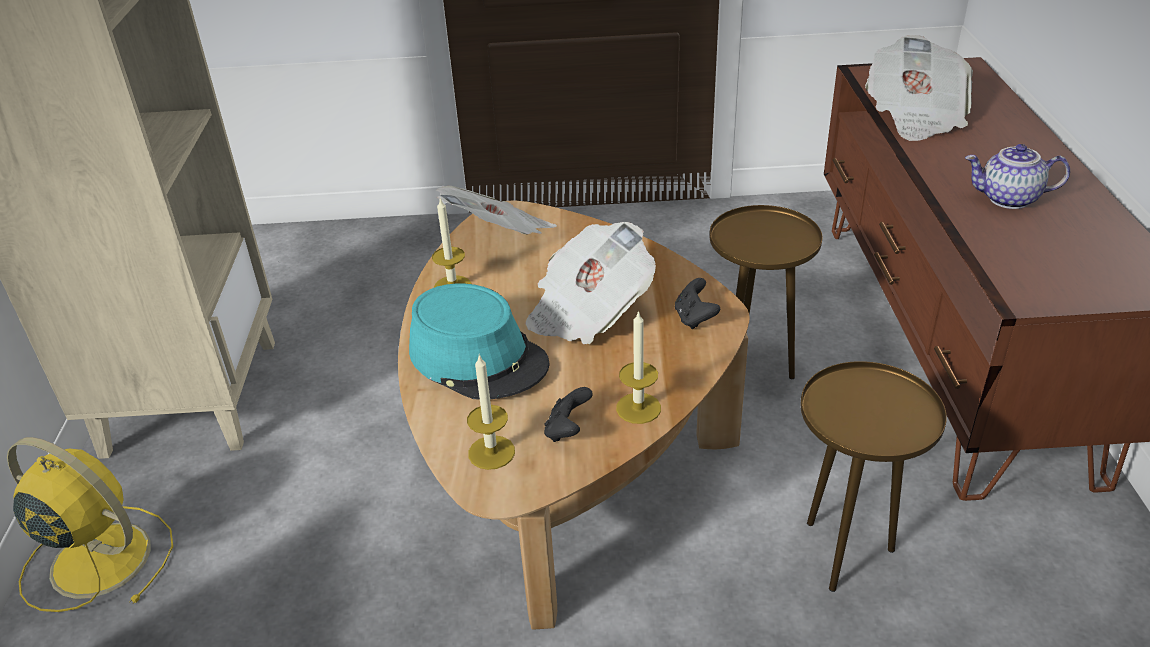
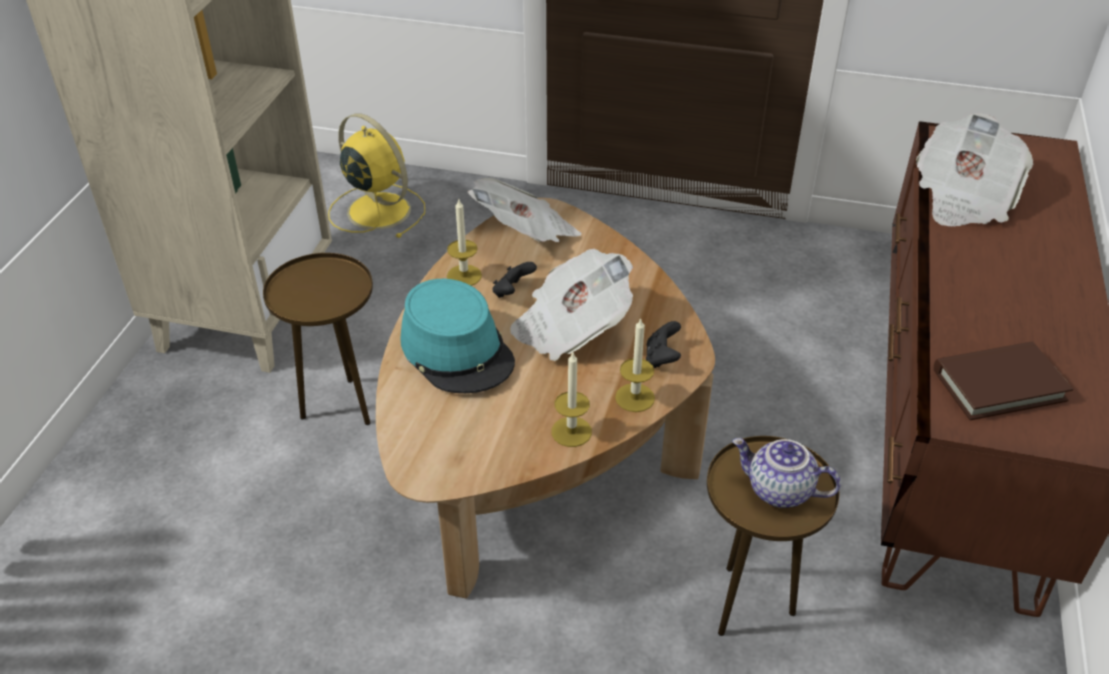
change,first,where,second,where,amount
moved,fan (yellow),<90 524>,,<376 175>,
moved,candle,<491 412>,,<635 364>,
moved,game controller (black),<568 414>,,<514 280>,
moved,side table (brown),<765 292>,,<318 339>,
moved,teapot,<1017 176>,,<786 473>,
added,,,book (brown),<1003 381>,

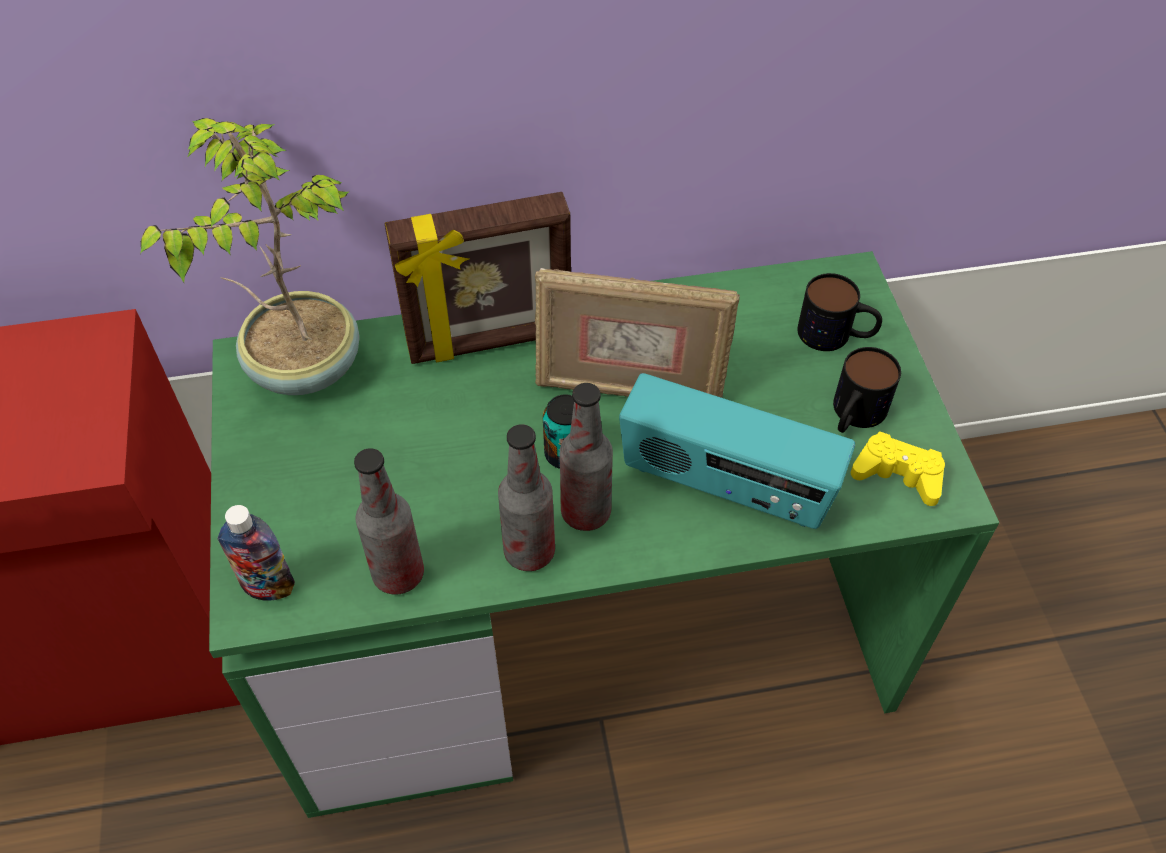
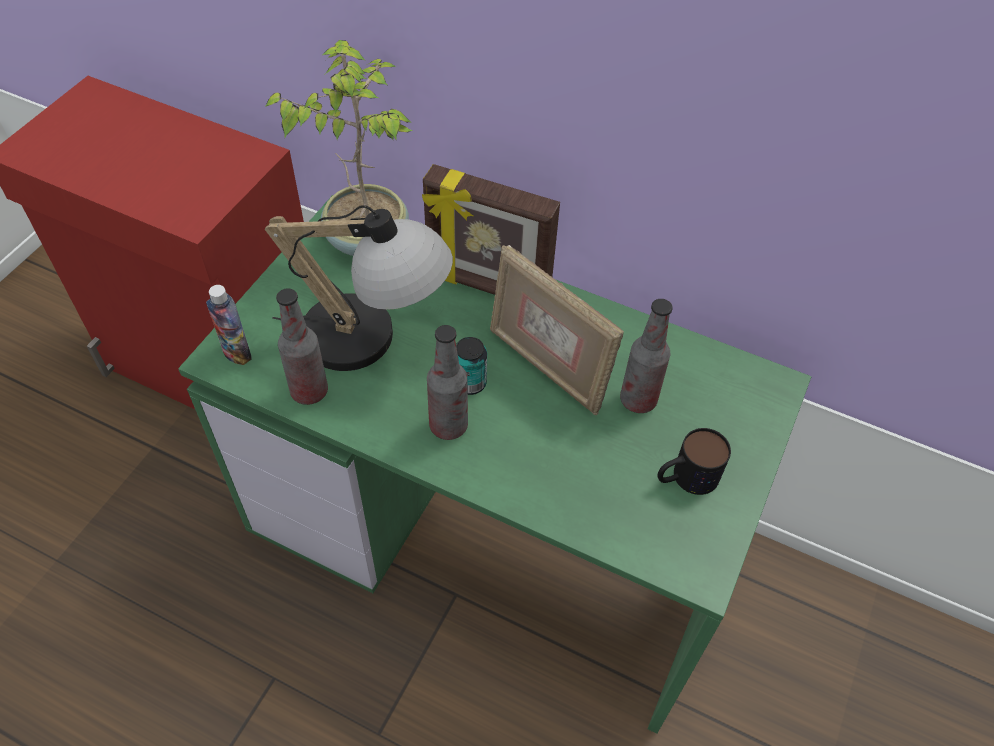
change,first,where,second,where,amount
moved,bottle,<526 497>,,<646 356>,
removed,radio,<737 451>,,,
removed,mug,<839 312>,,,
removed,game controller (yellow),<898 469>,,,
added,,,table lamp,<359 288>,

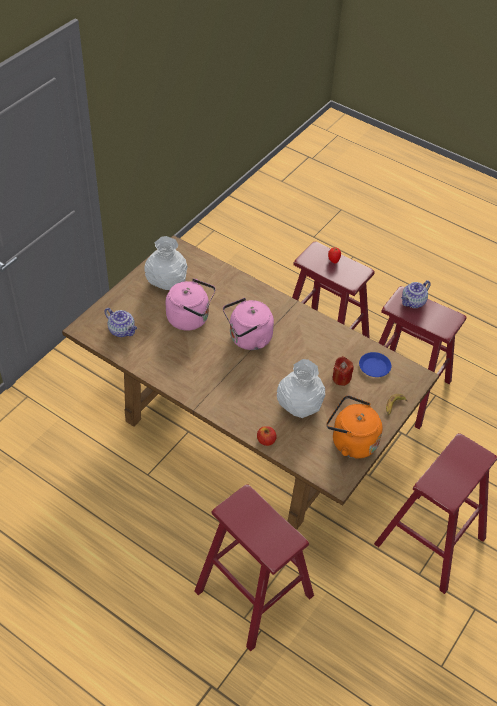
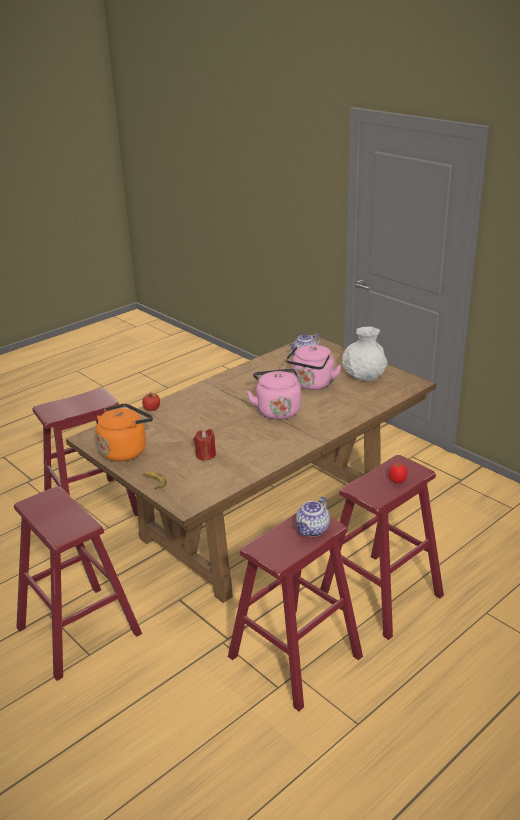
change,first,where,second,where,amount
removed,vase (white),<301 388>,,,
removed,plate (blue),<375 364>,,,
turned,teapot,<416 294>,,<313 516>,120 degrees counterclockwise

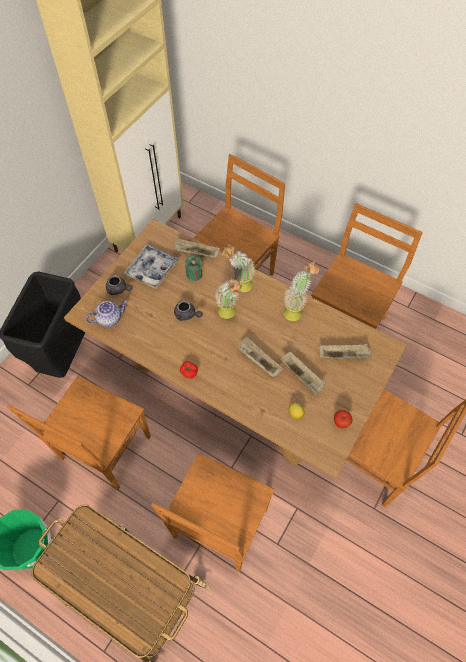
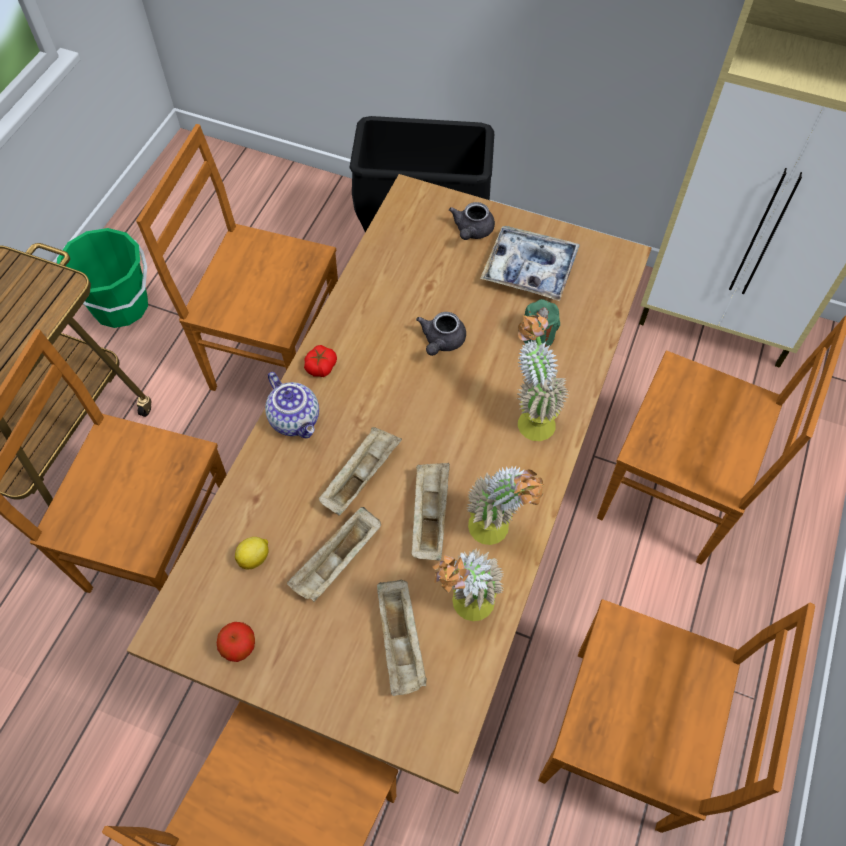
change,first,where,second,where,amount
moved,teapot,<106 314>,,<292 405>,
moved,tray (beige),<197 248>,,<431 512>,
moved,potted plant,<228 299>,,<467 585>,

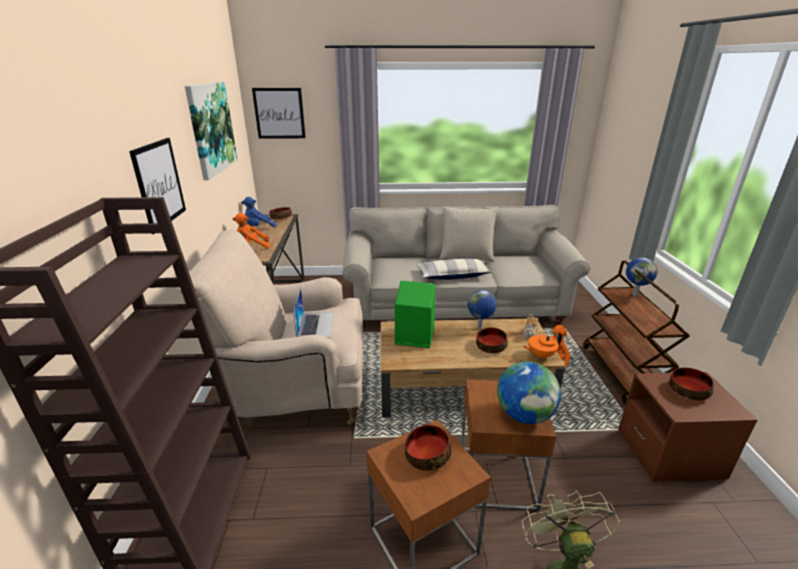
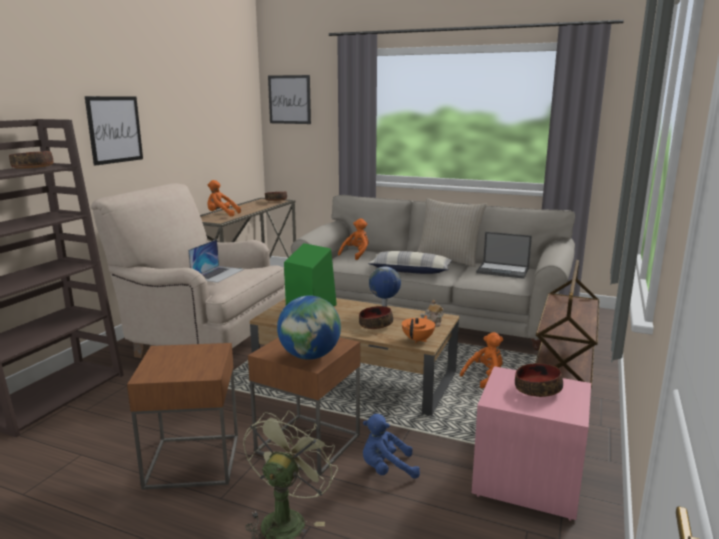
change,first,where,second,where,amount
removed,picture,<211 131>,,,
moved,plush toy (blue),<258 212>,,<391 446>,
moved,bowl,<428 448>,,<31 160>,
turned,teapot (orange),<542 345>,,<418 329>,105 degrees clockwise
recoloured,nightstand (brown),<688 427>,nightstand (pink),<531 443>,
removed,globe,<642 277>,,,
added,,,plush toy (orange),<353 239>,
added,,,laptop,<504 255>,

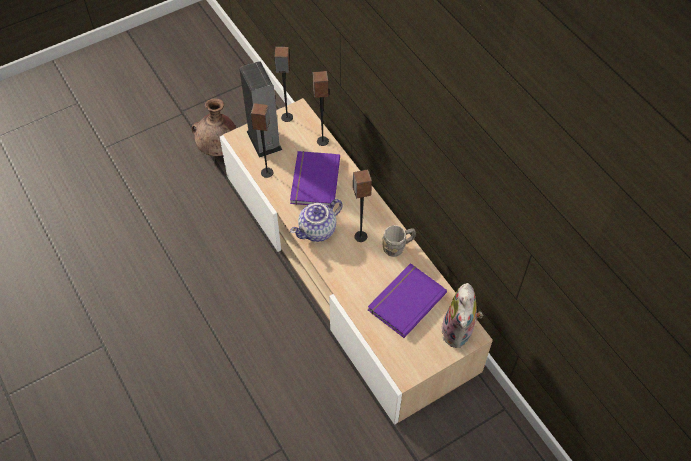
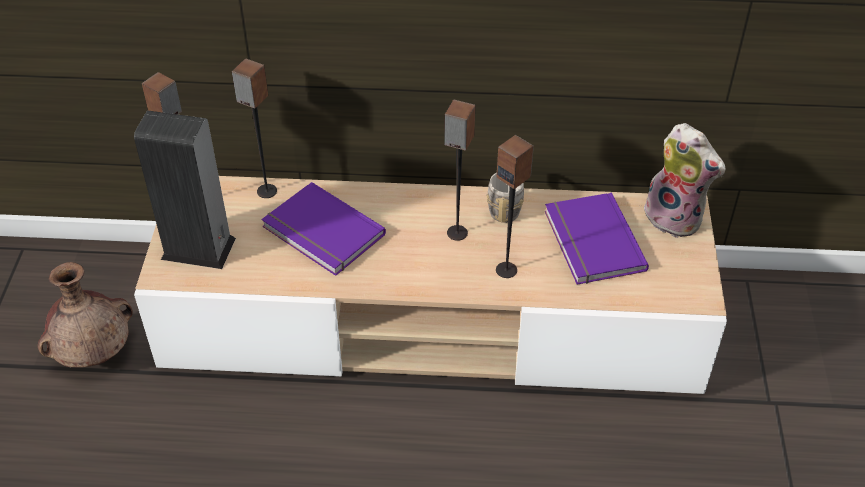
change,first,where,second,where,amount
moved,speaker,<262 140>,,<515 206>,
removed,teapot,<316 220>,,,

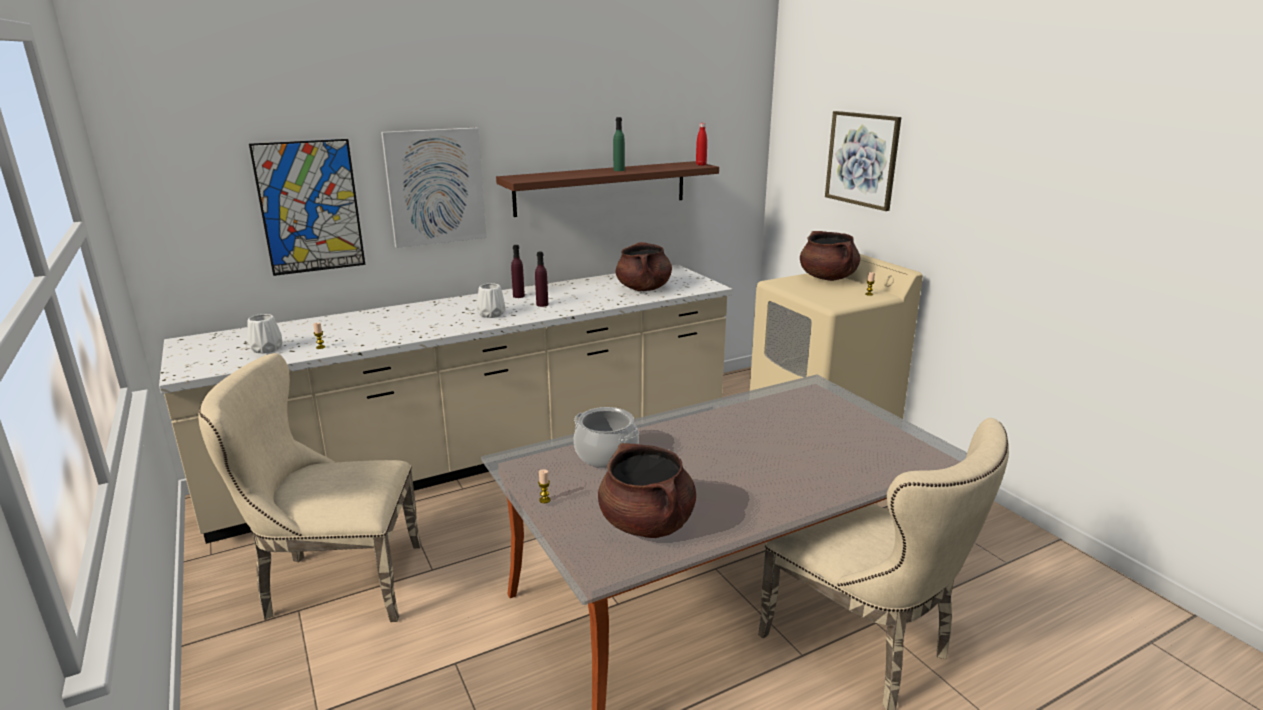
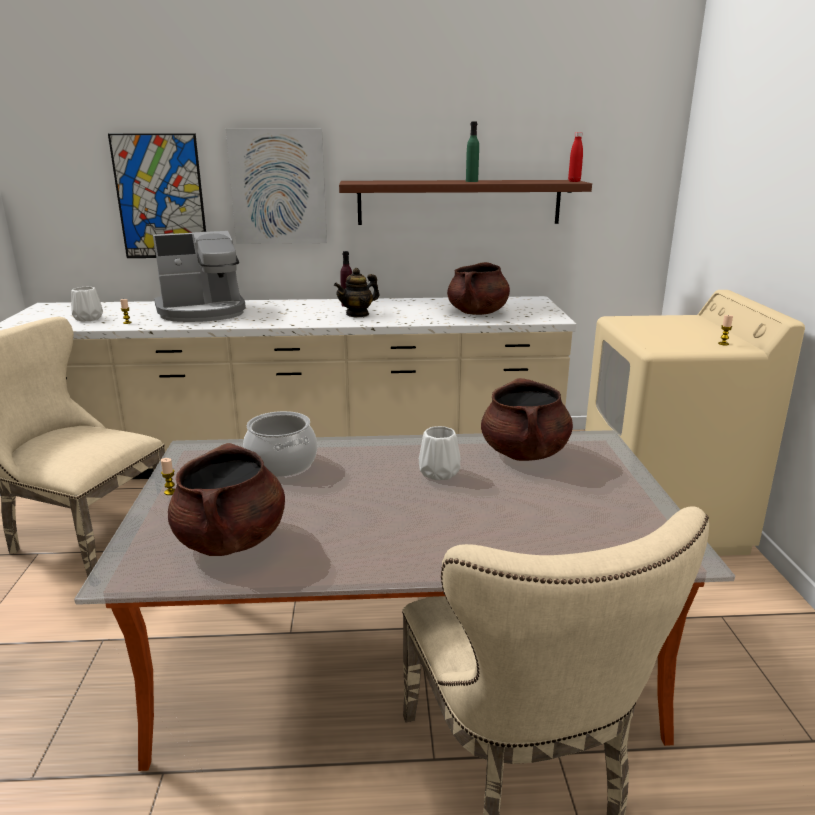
change,first,where,second,where,amount
moved,vase (white),<491 300>,,<439 453>,
replaced,bottle (purple),<541 279>,teapot,<356 293>,
moved,cooking pot (brown),<830 256>,,<527 419>,
removed,picture,<863 161>,,,
added,,,coffee machine,<199 276>,

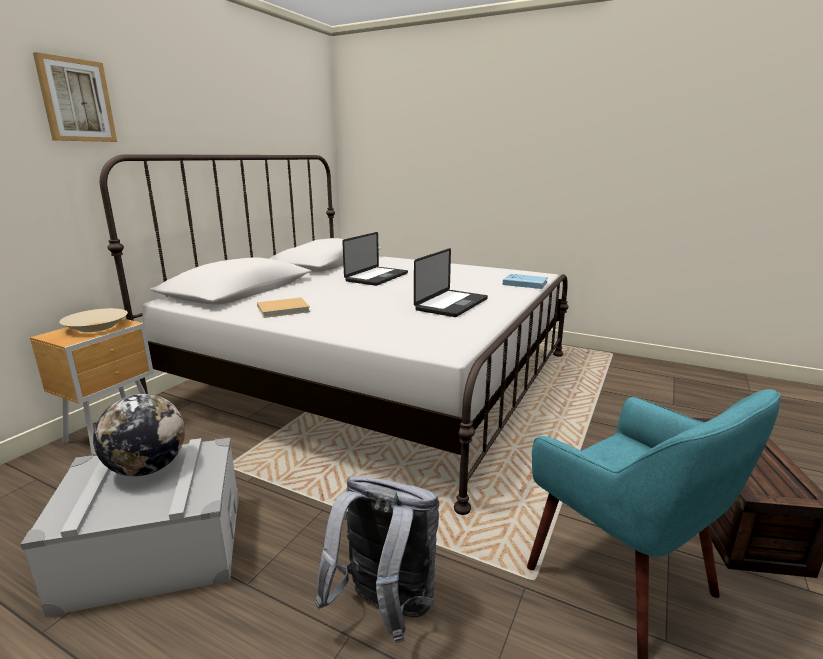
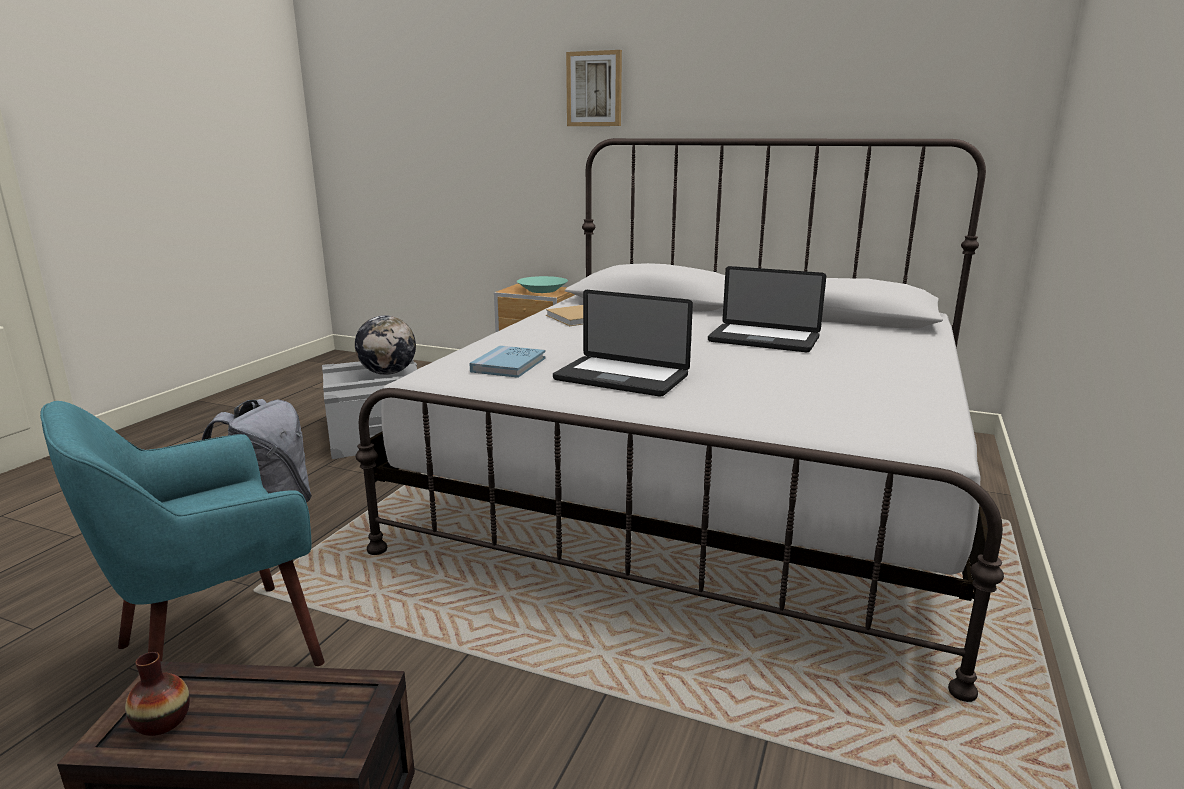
change,first,where,second,where,amount
recoloured,bowl (beige),<93 320>,bowl (turquoise),<542 284>,
moved,book (blue),<525 281>,,<507 361>,
added,,,vase,<157 694>,

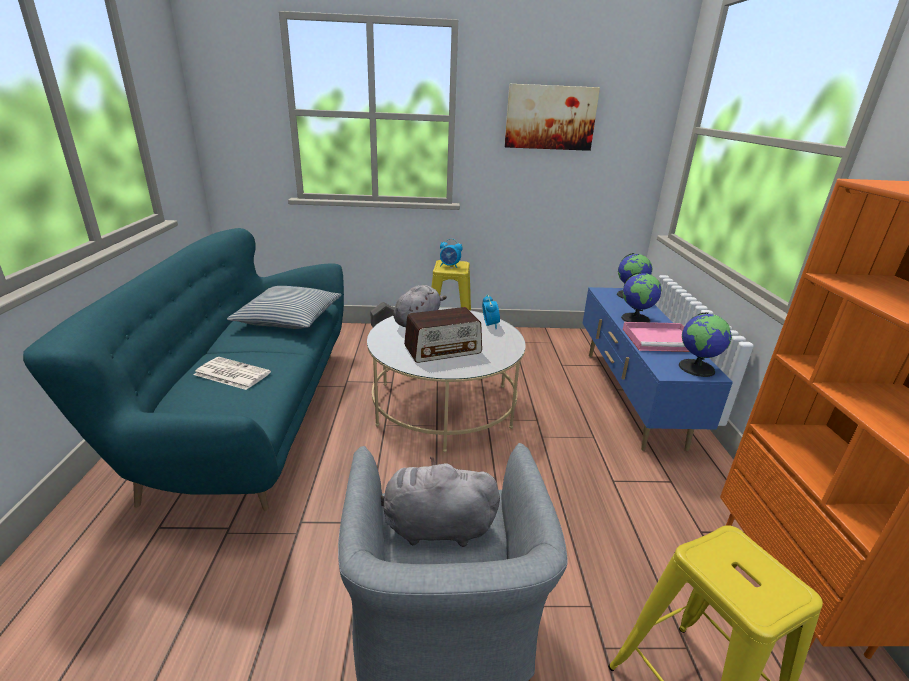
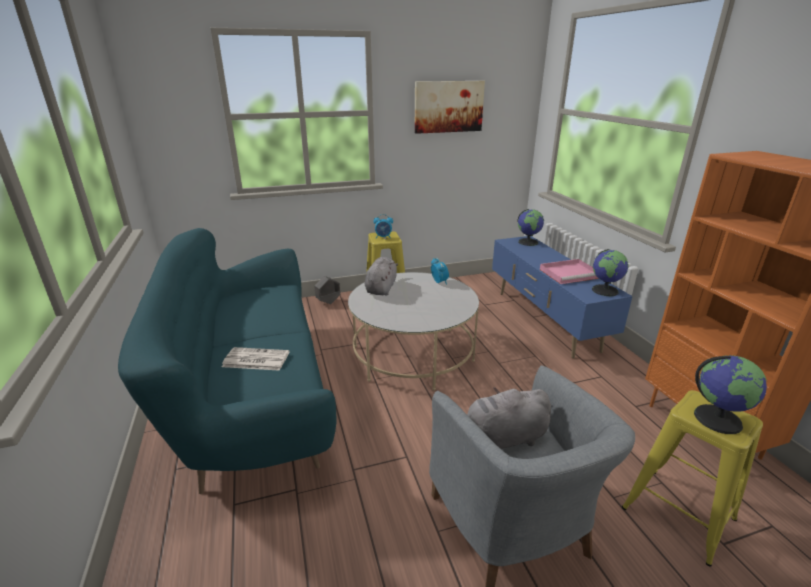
change,first,where,second,where,amount
removed,pillow,<284 307>,,,
removed,radio,<443 335>,,,
moved,globe,<641 297>,,<730 394>,

